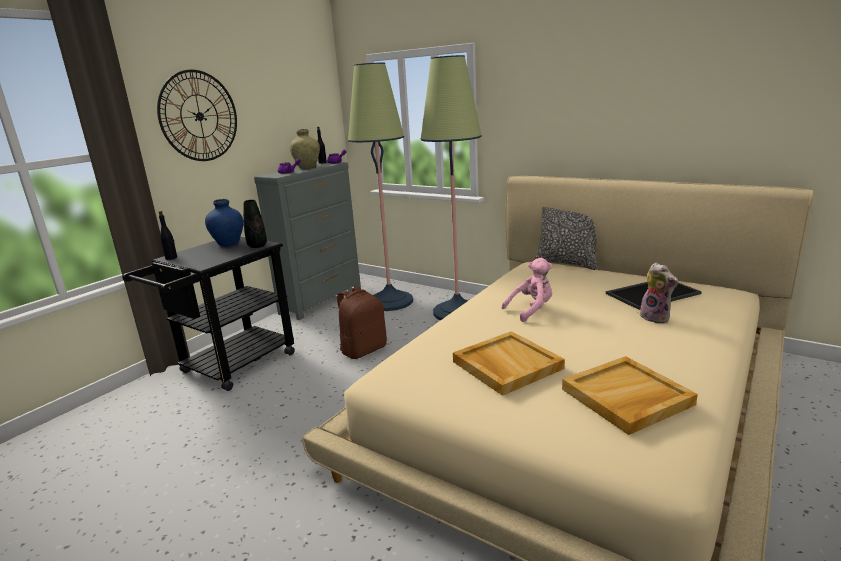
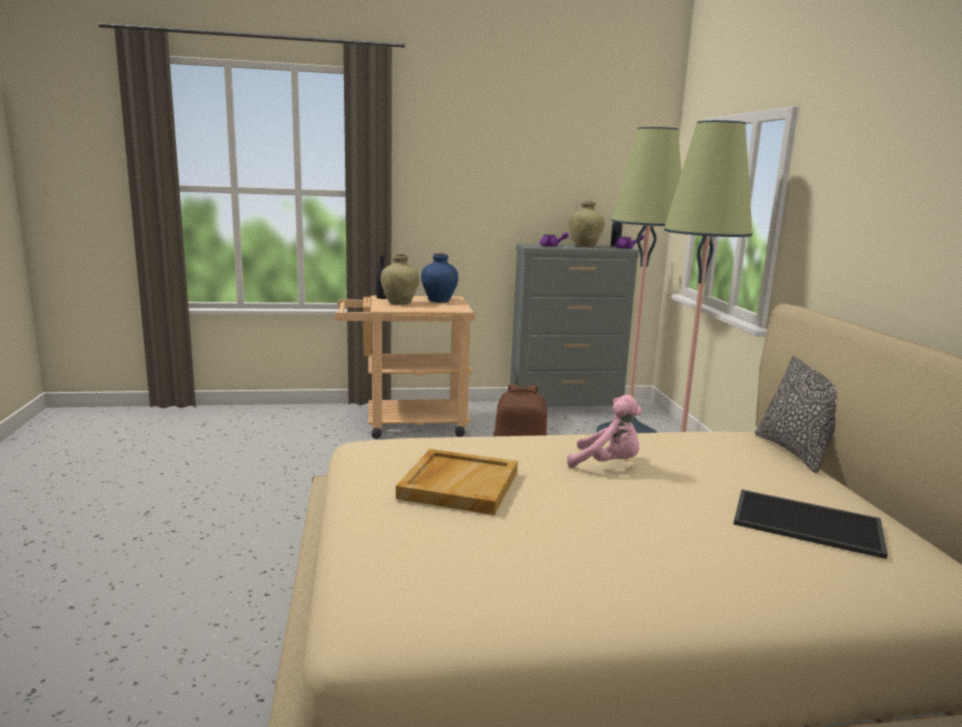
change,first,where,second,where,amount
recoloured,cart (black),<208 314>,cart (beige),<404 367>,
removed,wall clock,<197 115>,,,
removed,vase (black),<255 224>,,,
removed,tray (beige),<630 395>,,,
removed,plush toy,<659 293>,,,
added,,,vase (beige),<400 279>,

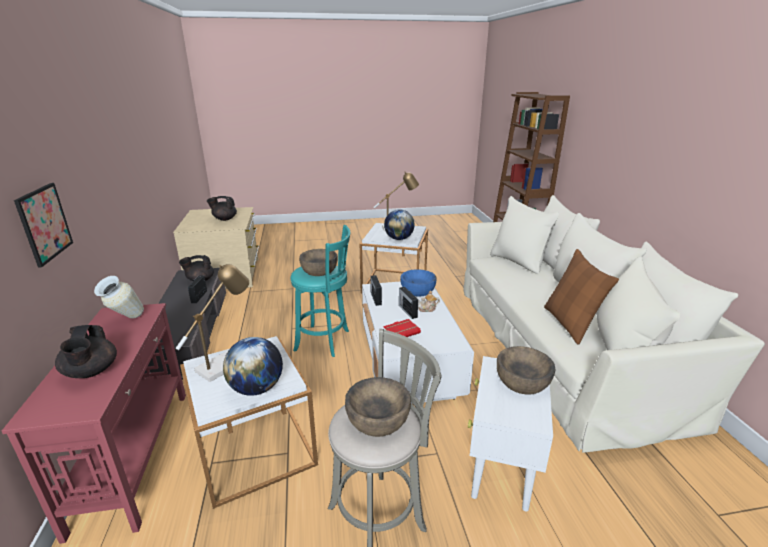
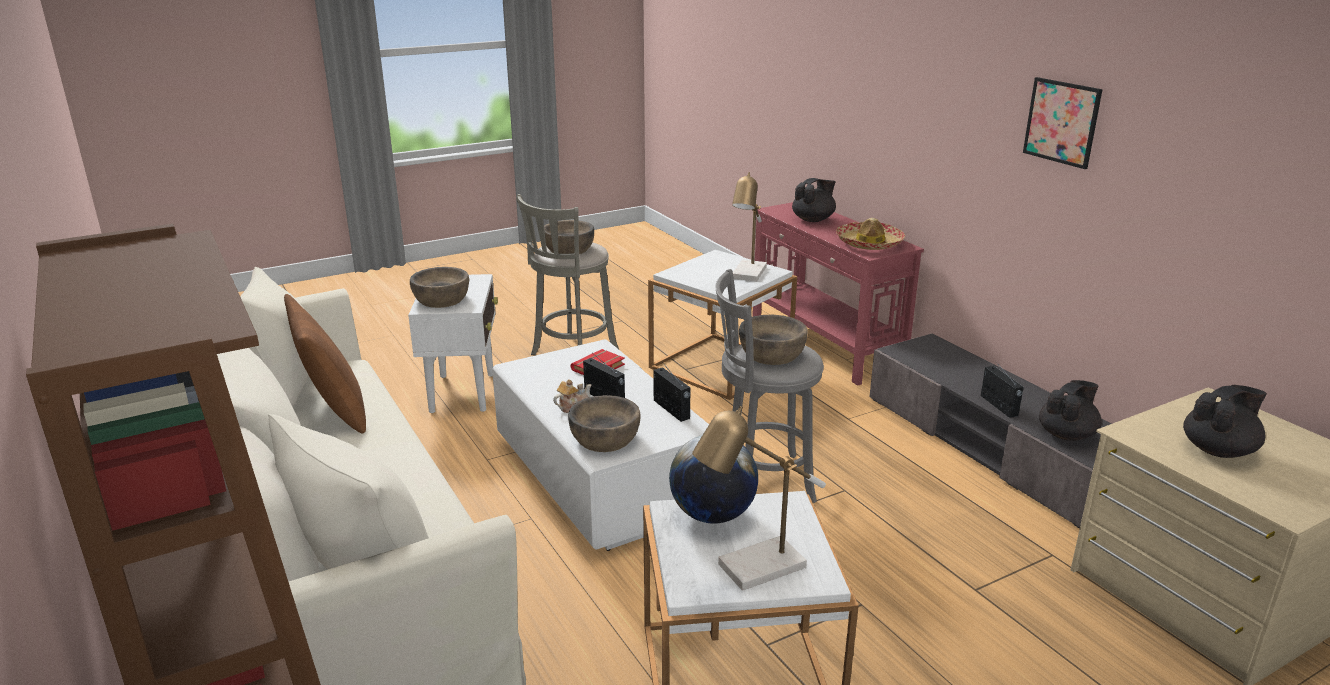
change,first,where,second,where,amount
moved,picture,<43 225>,,<1063 123>,
turned,teapot (black),<86 351>,,<814 200>,90 degrees clockwise
replaced,vase,<119 297>,hat,<870 234>,
removed,globe,<253 366>,,,
recoloured,stool (turquoise),<320 291>,stool (grey),<769 386>,
recoloured,bowl (blue),<418 283>,bowl (brown),<604 423>,

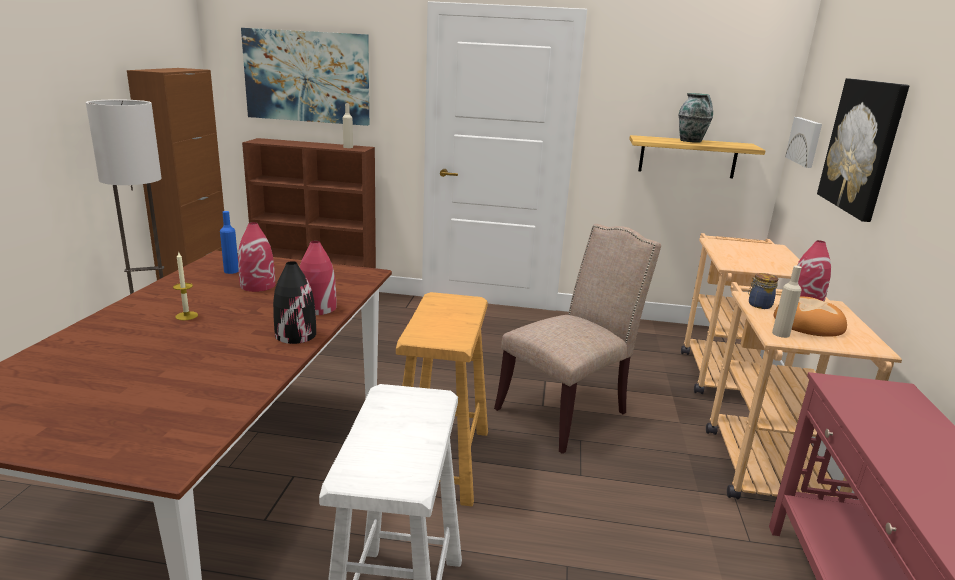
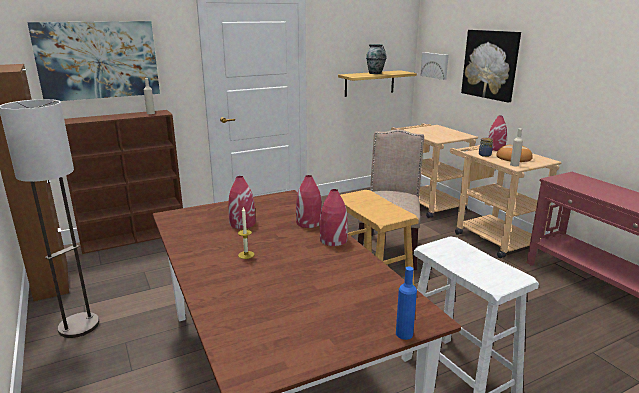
change,first,where,second,where,amount
moved,bottle (blue),<229 242>,,<406 303>,
recoloured,vase (black),<294 302>,vase (red),<334 217>,

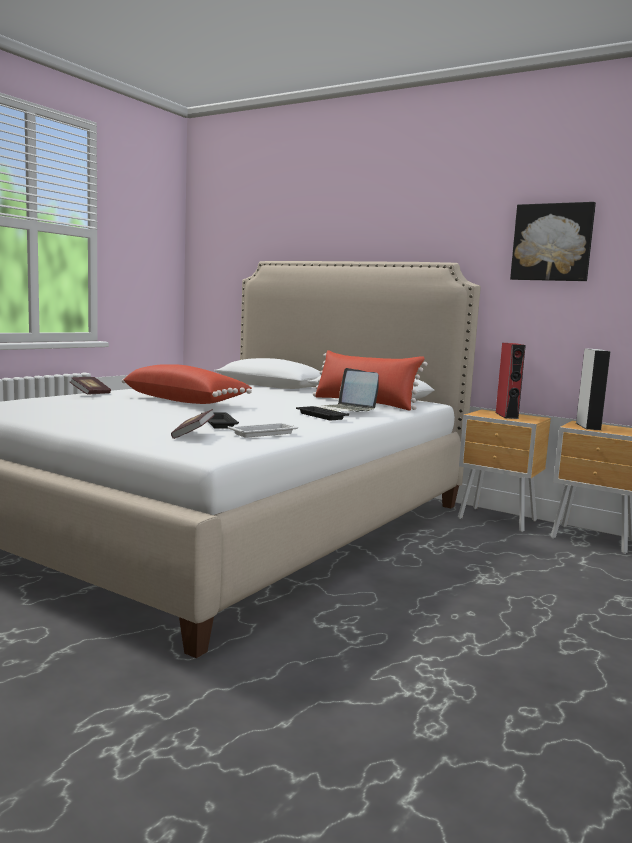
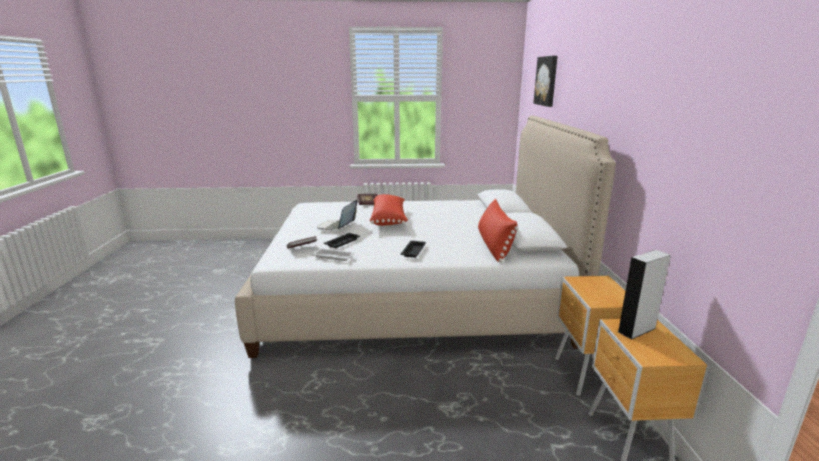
change,first,where,second,where,amount
moved,laptop,<347 390>,,<337 215>,
removed,speaker (red),<511 381>,,,
moved,picture,<553 241>,,<546 81>,

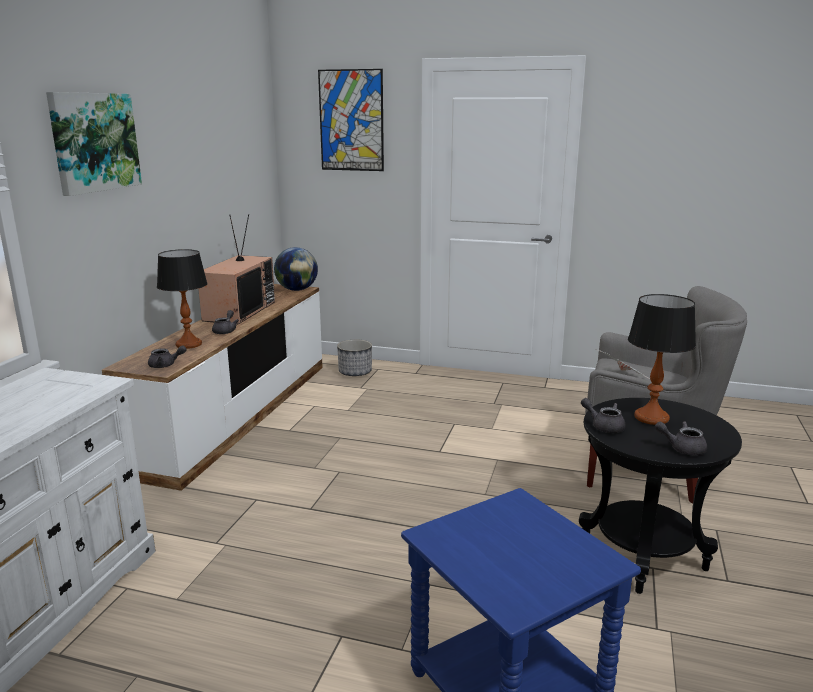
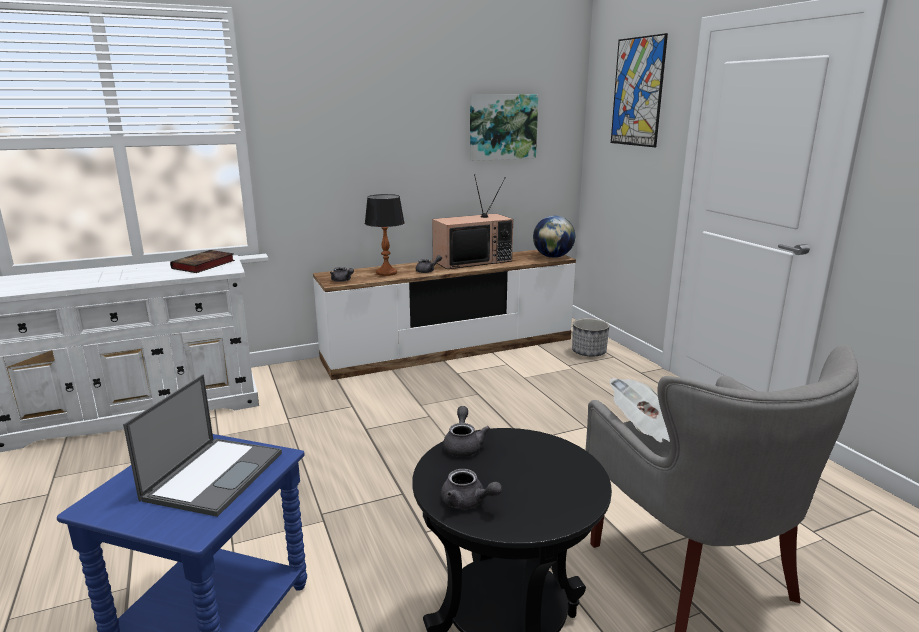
change,first,where,second,where,amount
moved,picture,<94 144>,,<504 127>,
removed,table lamp,<662 359>,,,
turned,teapot (grey),<681 438>,,<471 489>,150 degrees clockwise
added,,,laptop,<202 445>,
added,,,book,<202 261>,

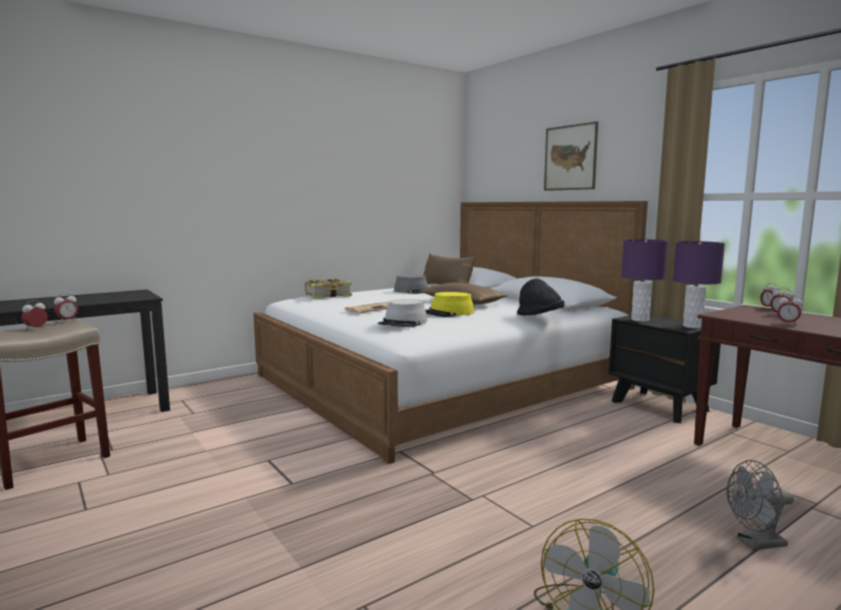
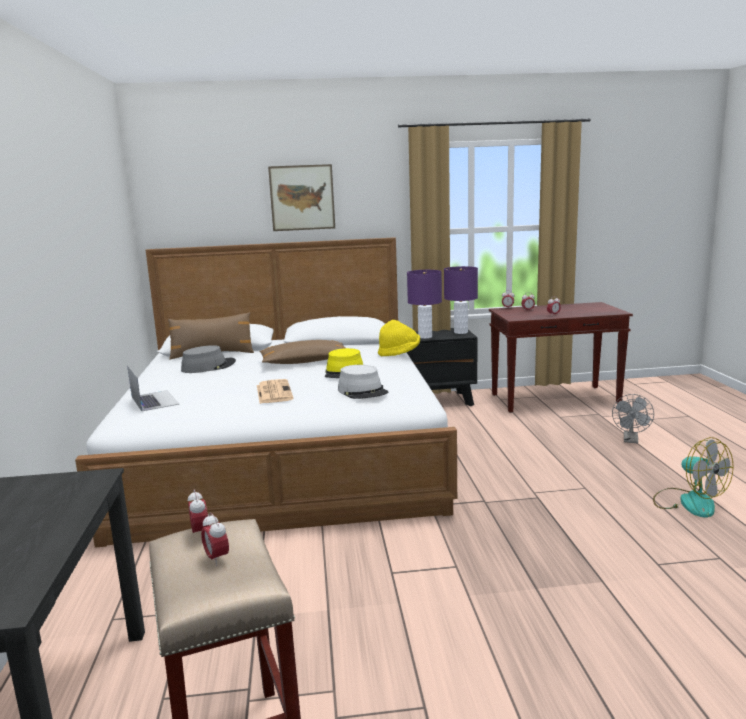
change,first,where,second,where,amount
replaced,book,<328 289>,laptop,<153 388>,
recoloured,hat (black),<541 297>,hat (yellow),<399 338>,

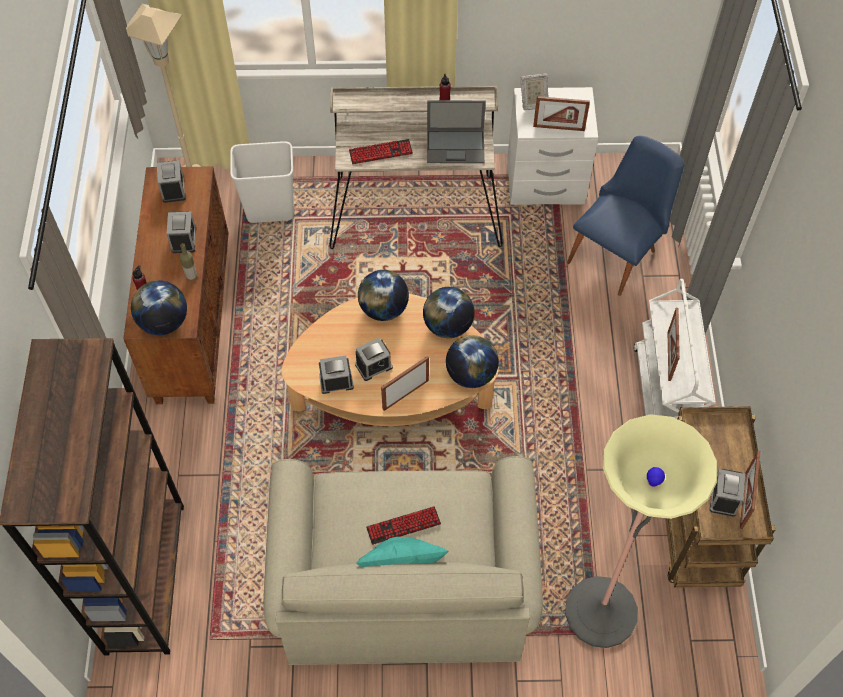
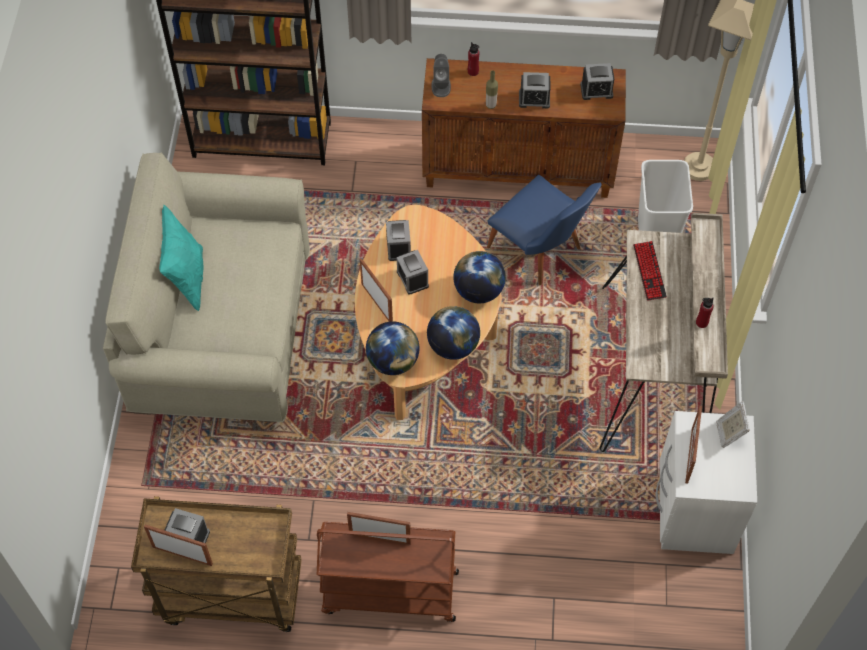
change,first,where,second,where,amount
replaced,globe,<159 307>,speaker (grey),<441 75>,
removed,keyboard,<403 525>,,,
removed,laptop,<456 131>,,,
removed,floor lamp,<641 531>,,,
moved,chair (blue),<625 216>,,<544 230>,
recoloured,cart (white),<675 349>,cart (brown),<388 572>,

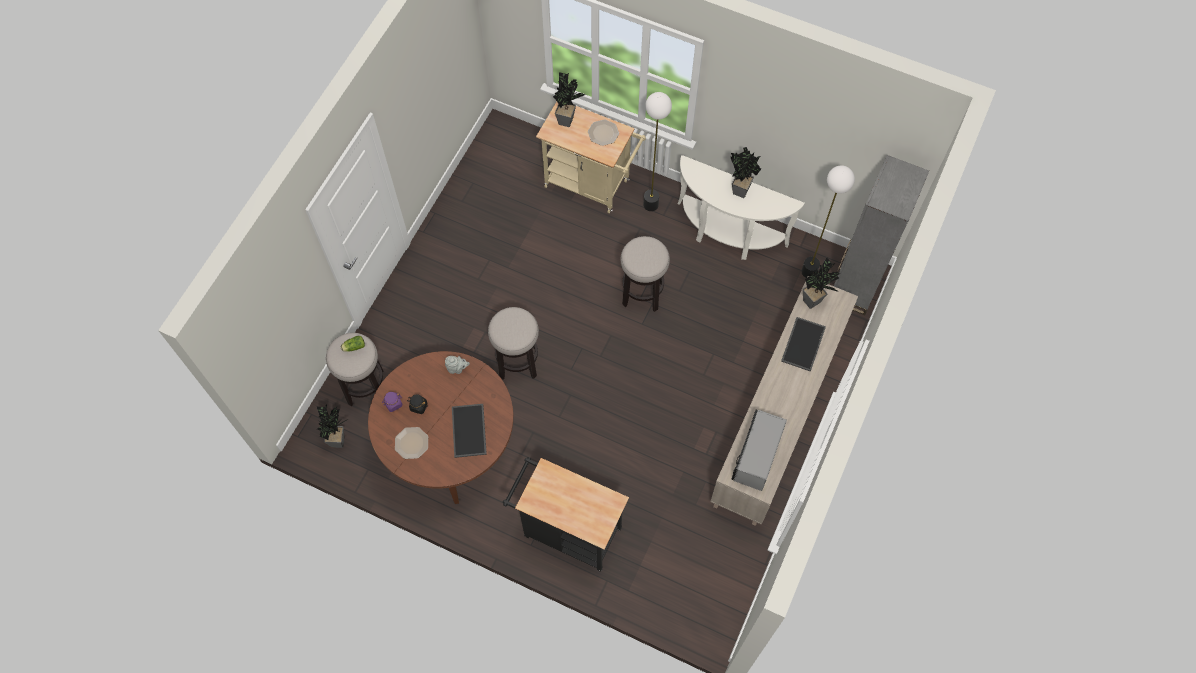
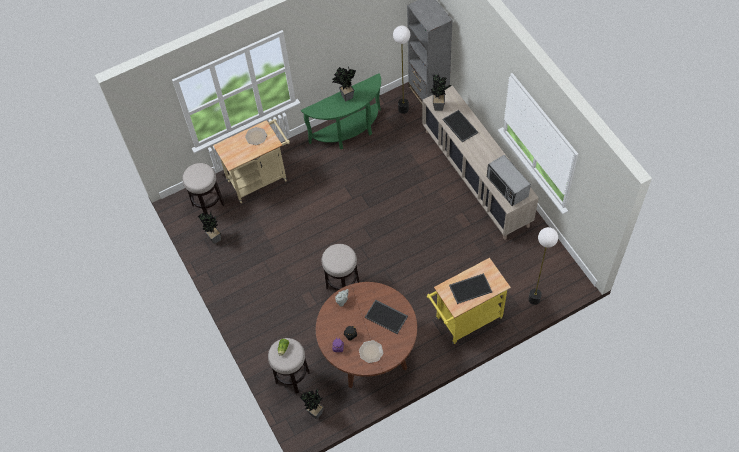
change,first,where,second,where,amount
recoloured,cart (black),<566 514>,cart (yellow),<469 301>,
moved,potted plant,<569 99>,,<209 228>,
moved,stool,<645 274>,,<203 188>,
moved,floor lamp,<657 151>,,<543 266>,
recoloured,console table (white),<741 207>,console table (green),<341 111>,
added,,,tray,<470 288>,

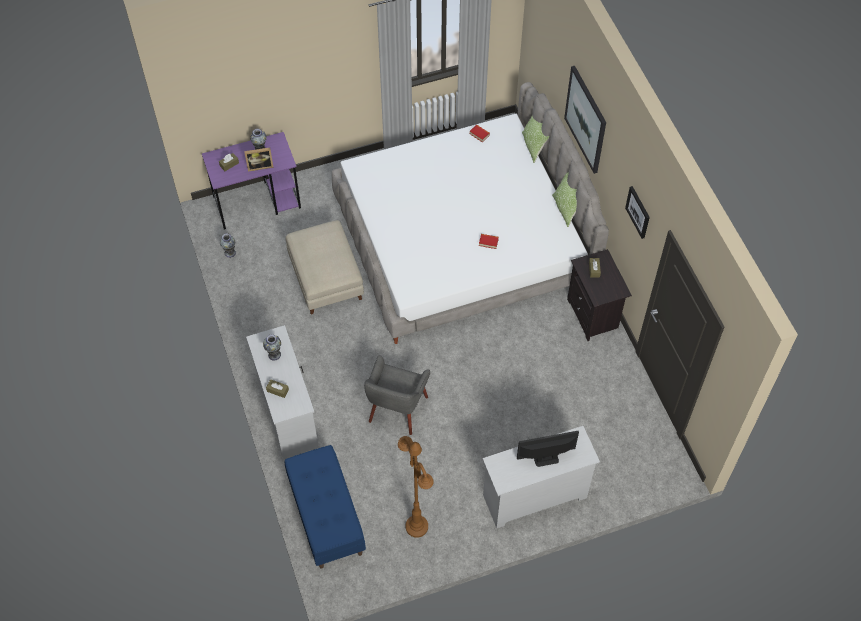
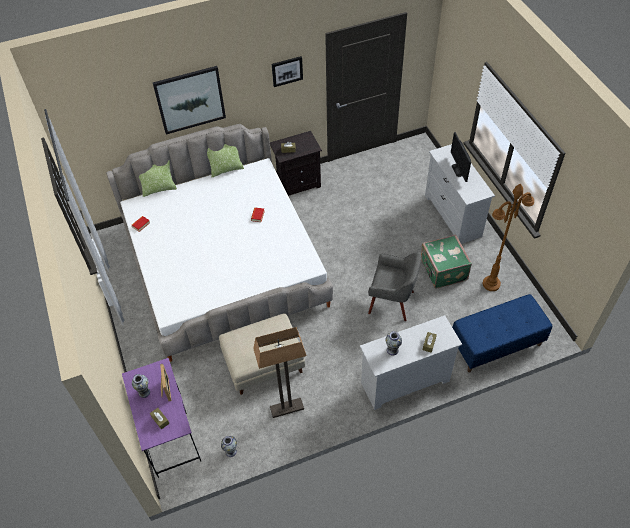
change,first,where,second,where,amount
added,,,floor lamp,<280 372>,
added,,,suitcase (green),<446 261>,

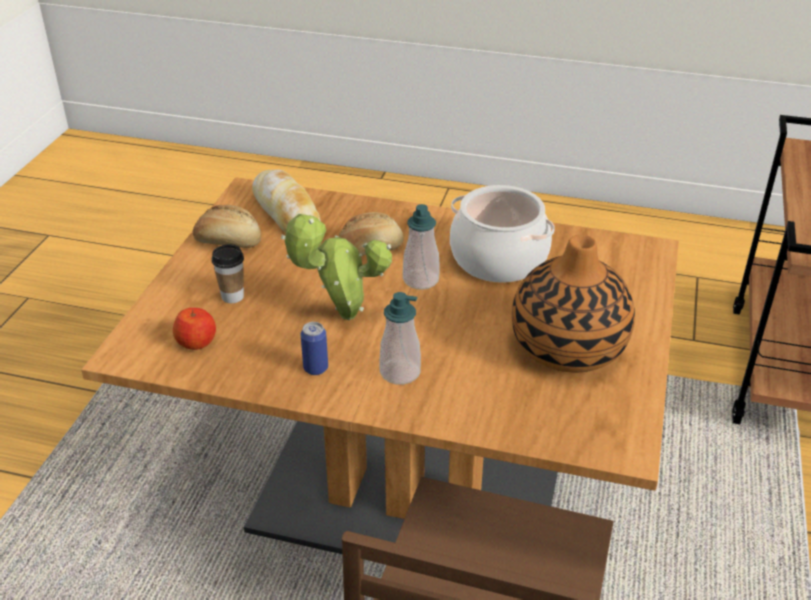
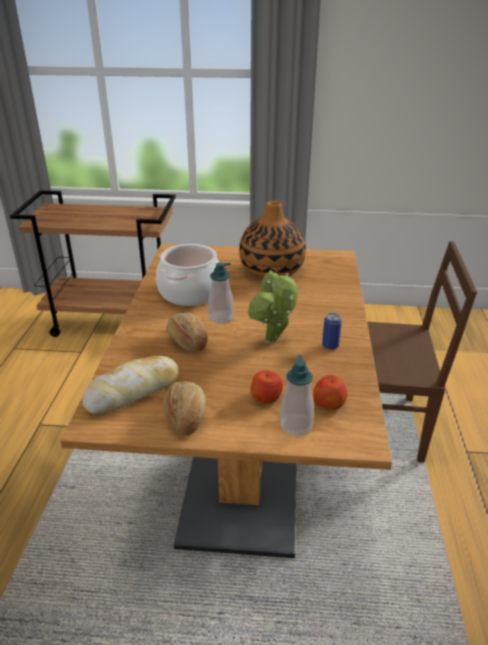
change,first,where,second,where,amount
replaced,cup,<228 273>,apple,<266 387>,
moved,soap dispenser,<400 338>,,<297 395>,

